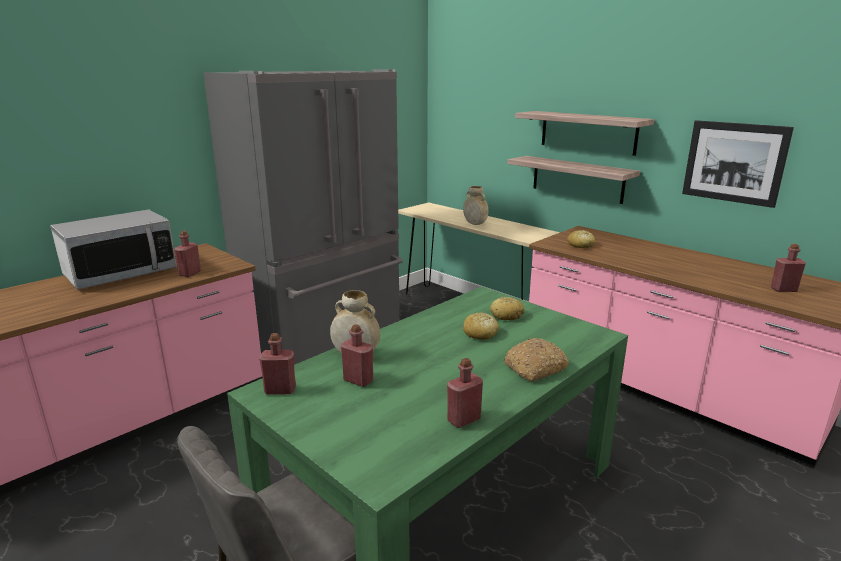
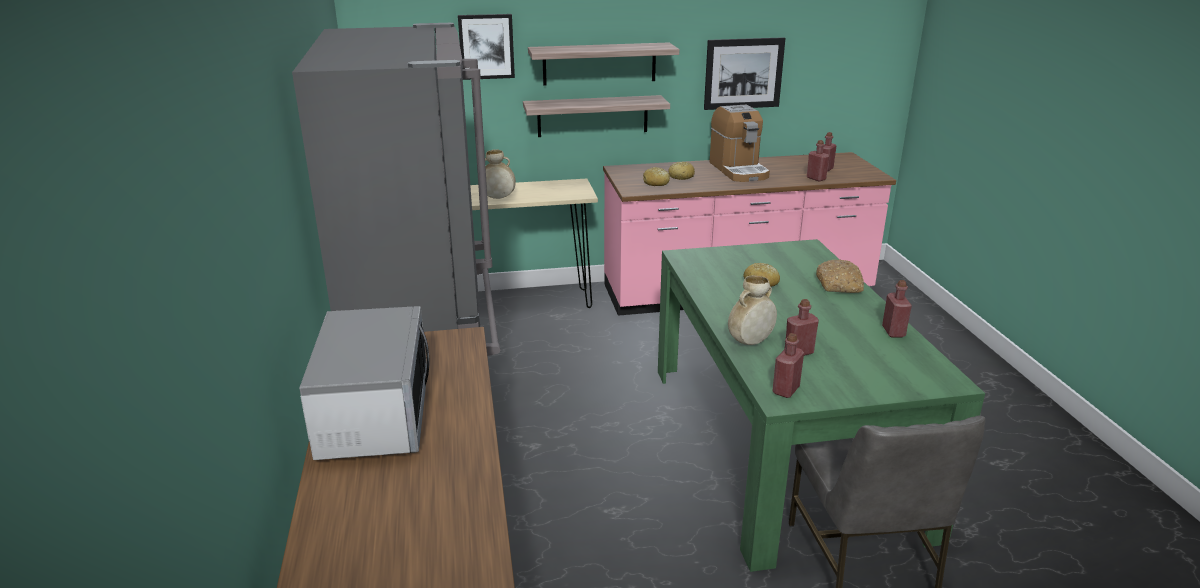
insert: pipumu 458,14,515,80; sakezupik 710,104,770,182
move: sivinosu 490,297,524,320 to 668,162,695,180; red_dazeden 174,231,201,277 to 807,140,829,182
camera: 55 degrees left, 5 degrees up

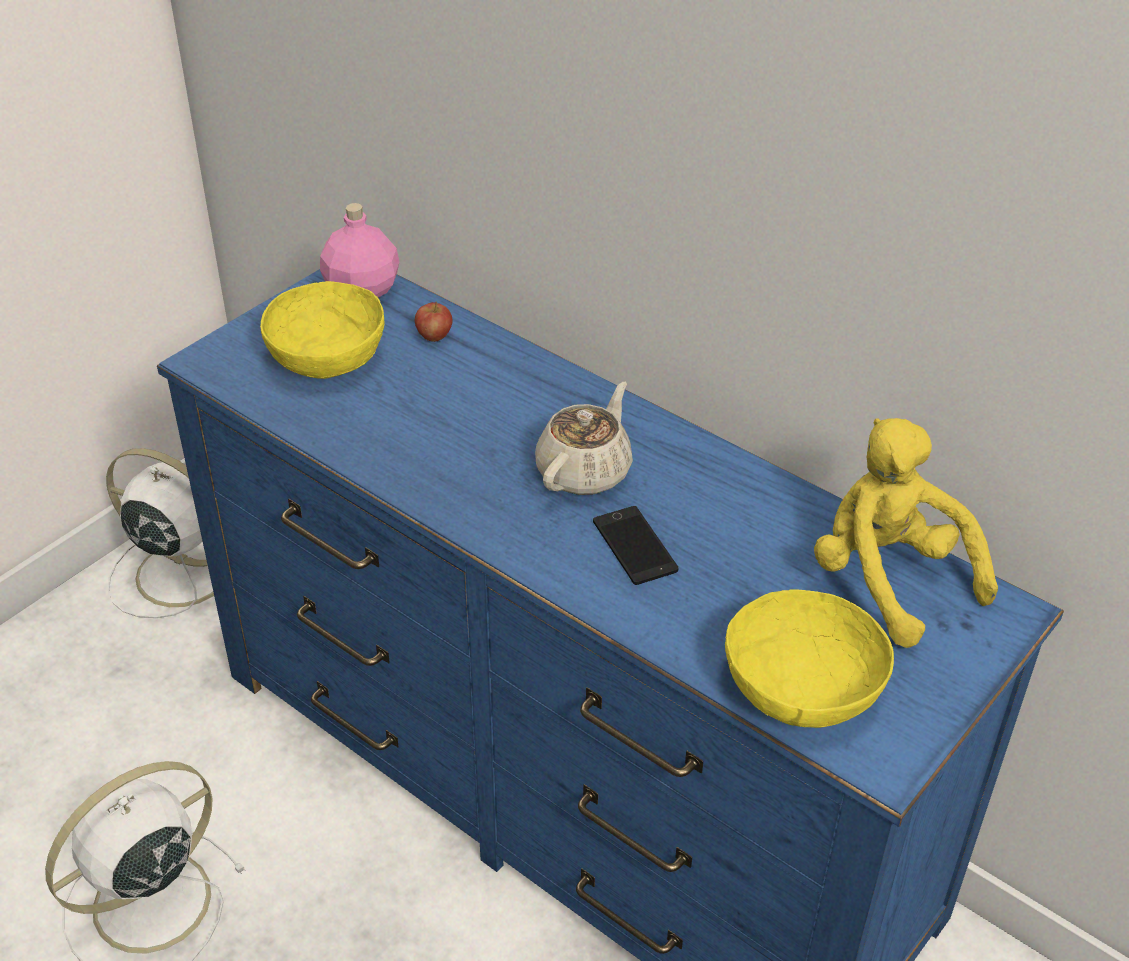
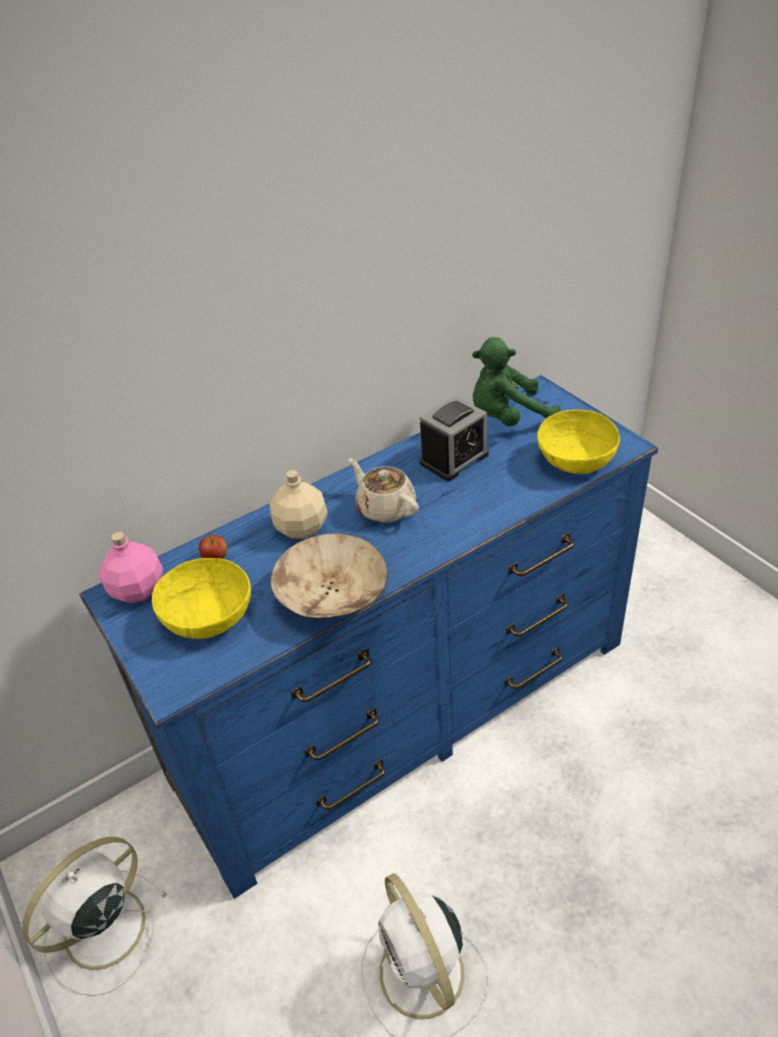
delete: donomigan 593,506,678,585
insert: beige_dazeden 270,470,328,539; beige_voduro 271,533,388,619; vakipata 419,396,489,481
recolor: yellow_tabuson 814,418,998,648 to green_tabuson 472,337,561,426
camera: 70 degrees left, 0 degrees up

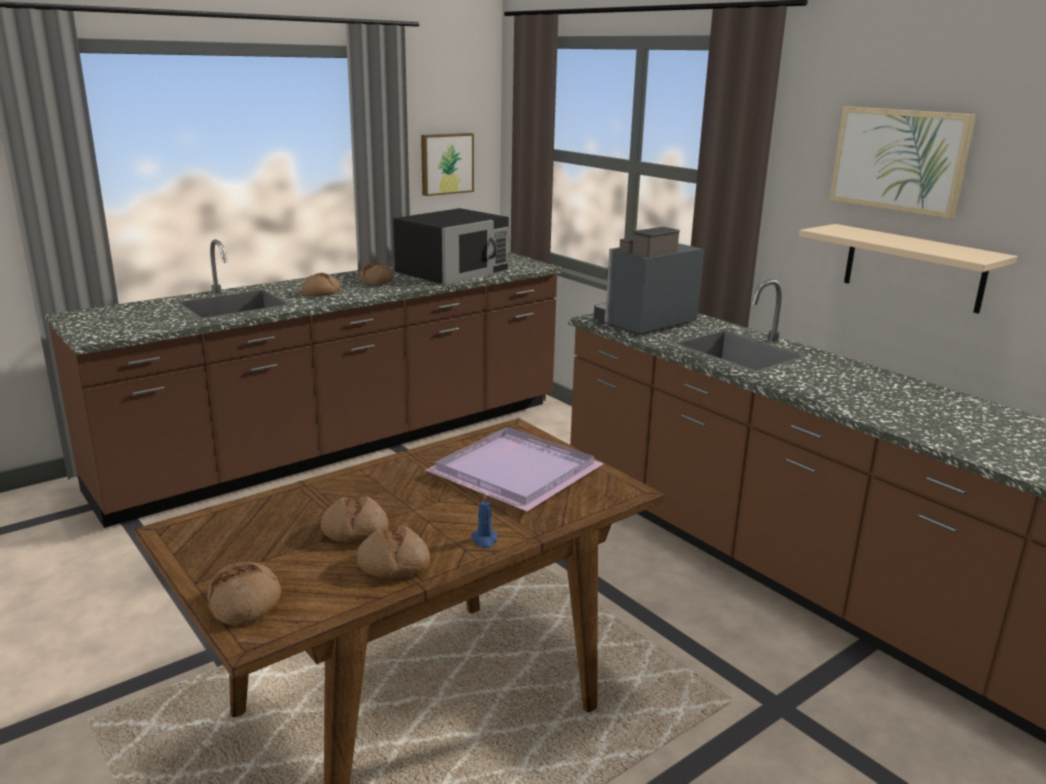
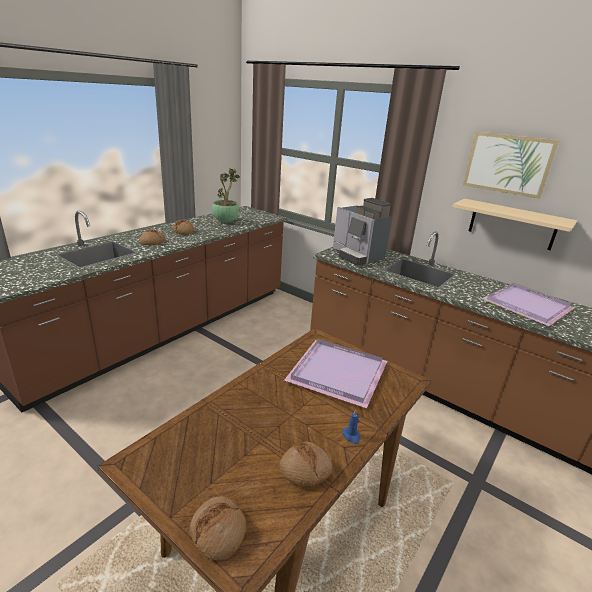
delete: sivinosu 321,496,389,543; pipumu 421,133,474,196
insert: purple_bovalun 482,283,575,326
replace: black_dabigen 393,208,509,285 to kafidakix 212,169,240,223
rotate: sakezupik 594,227,704,335 = 333,198,392,266 75 degrees counterclockwise
camera: 15 degrees left, 5 degrees up

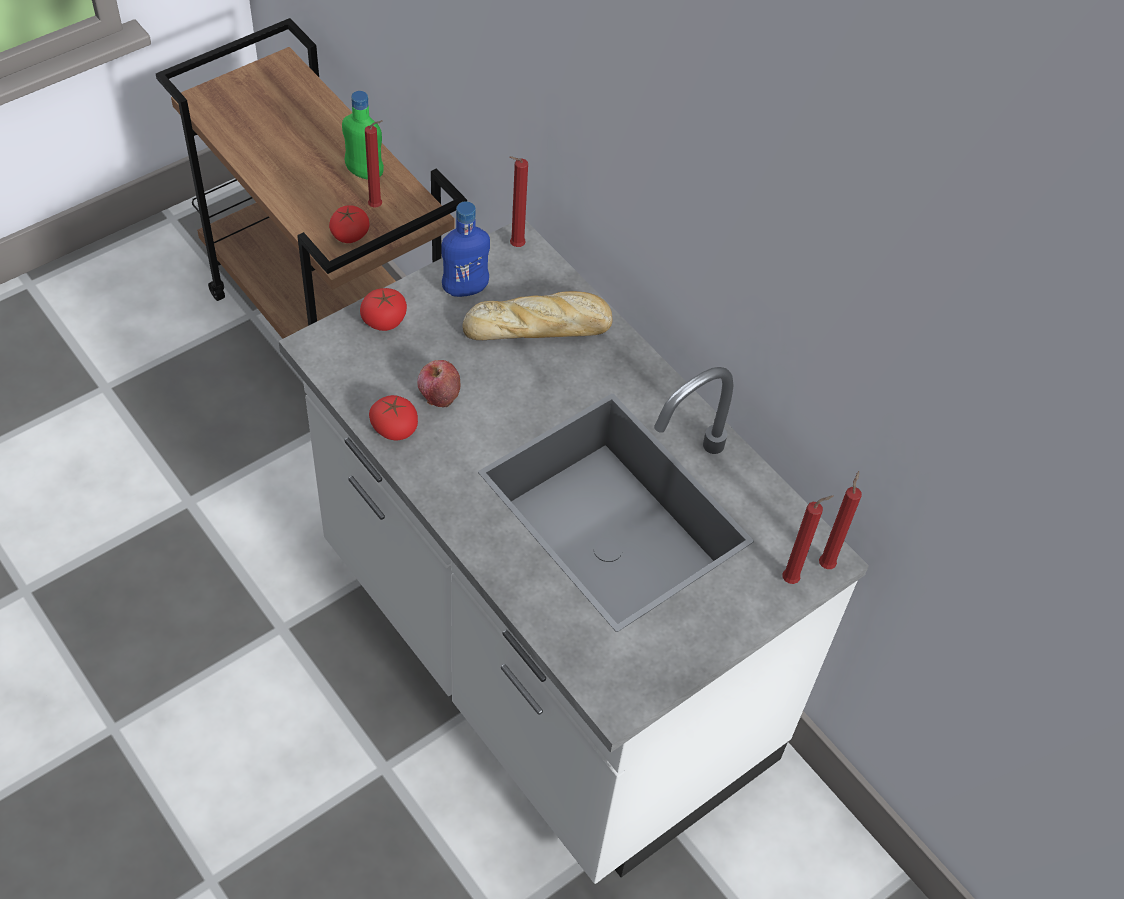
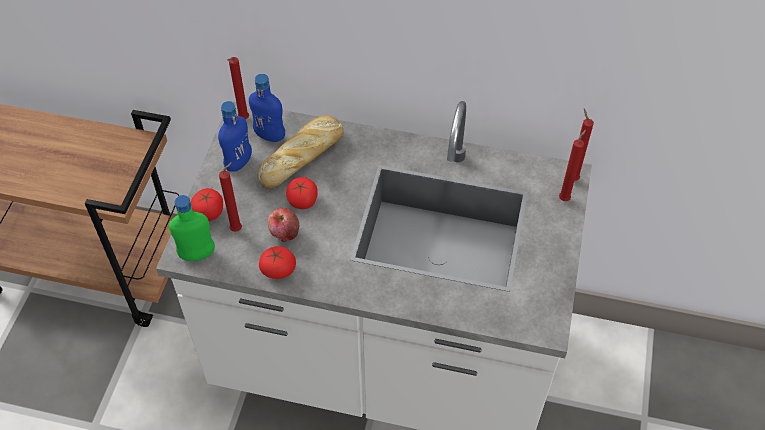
insert: blue_dazeden 249,74,285,142
move: green_dazeden 342,91,384,180 to 169,195,215,261; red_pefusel 365,120,383,208 to 219,162,242,232; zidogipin 329,205,369,243 to 286,177,317,209
camera: 35 degrees left, 0 degrees up

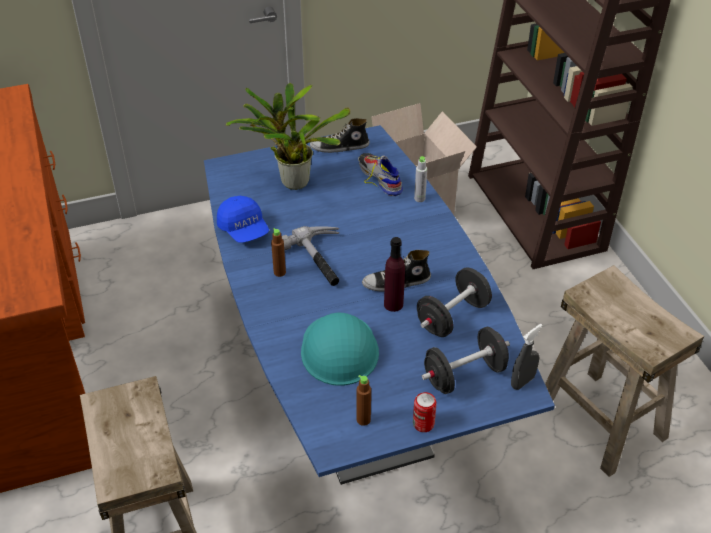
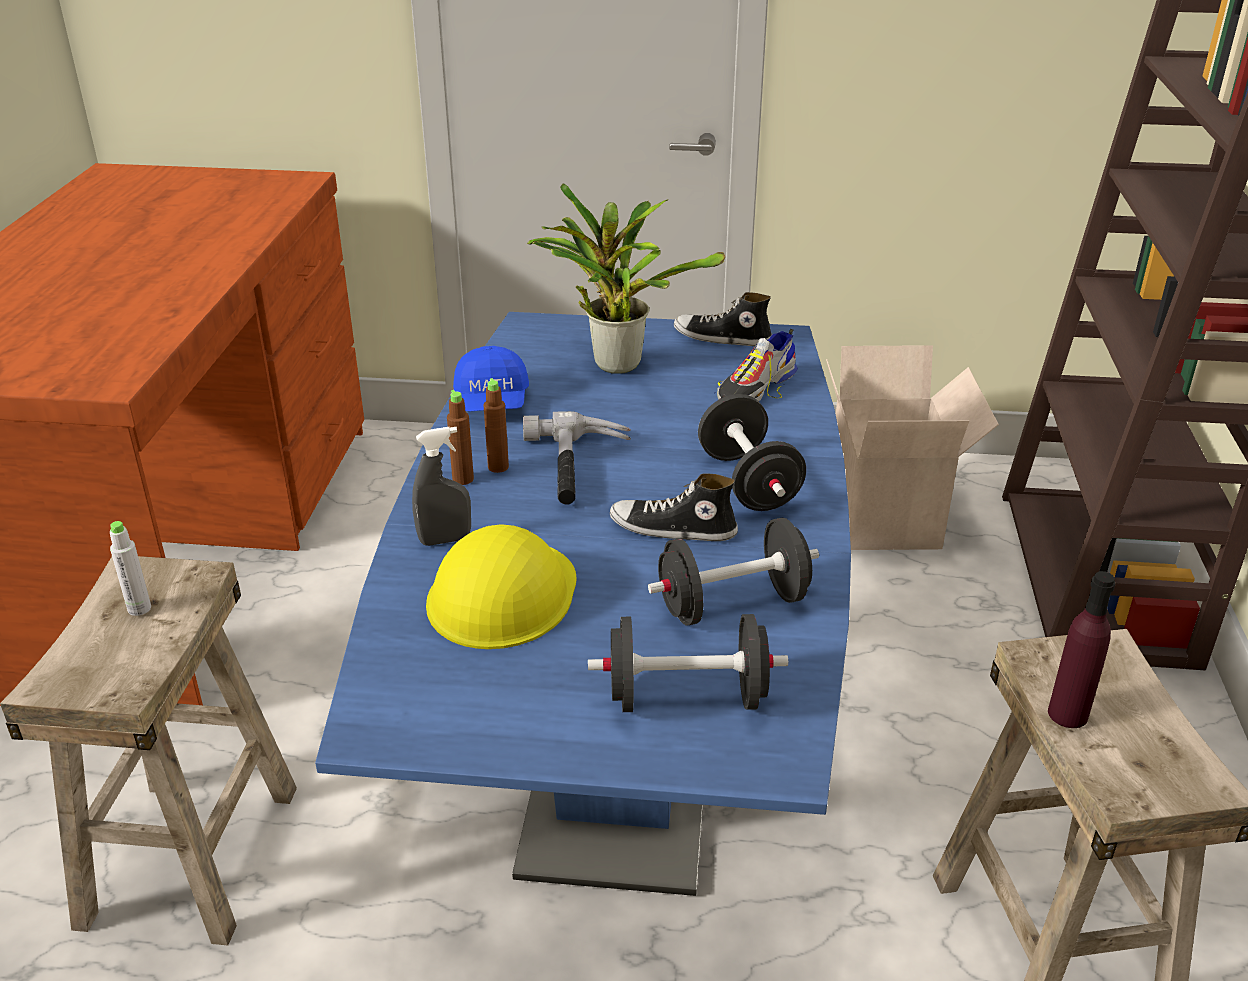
delete: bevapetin 413,392,437,432
insert: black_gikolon 698,394,806,511
move: grey_dazeden 414,156,427,202 to 110,521,151,616; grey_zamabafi 511,324,543,390 to 412,427,471,546; brown_dazeden 357,375,371,426 to 447,390,474,485; purple_dazeden 384,237,405,312 to 1048,571,1115,728
recolor: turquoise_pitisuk 301,313,379,386 to yellow_pitisuk 426,525,576,649
rotate: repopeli 358,153,403,196 = 715,329,798,401 135 degrees counterclockwise
camera: 25 degrees right, 10 degrees down

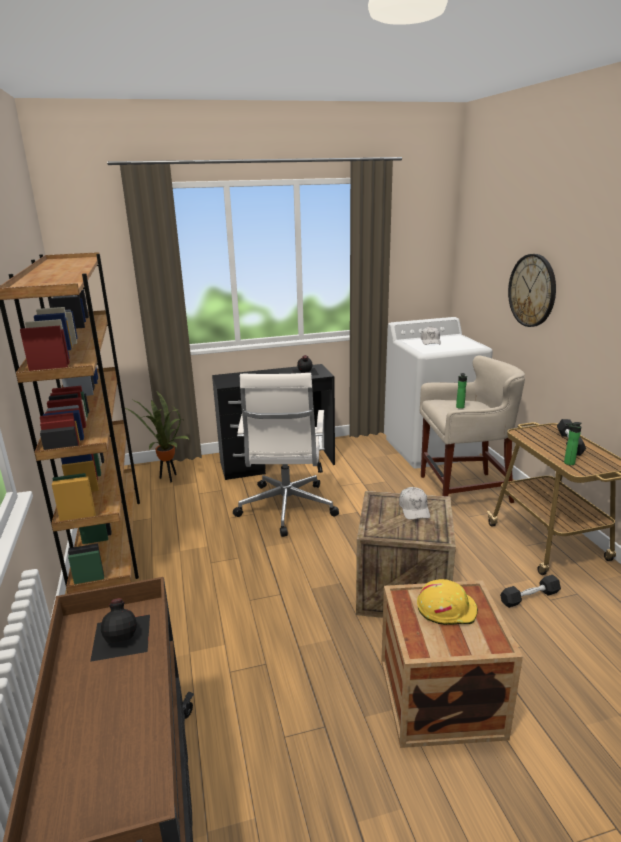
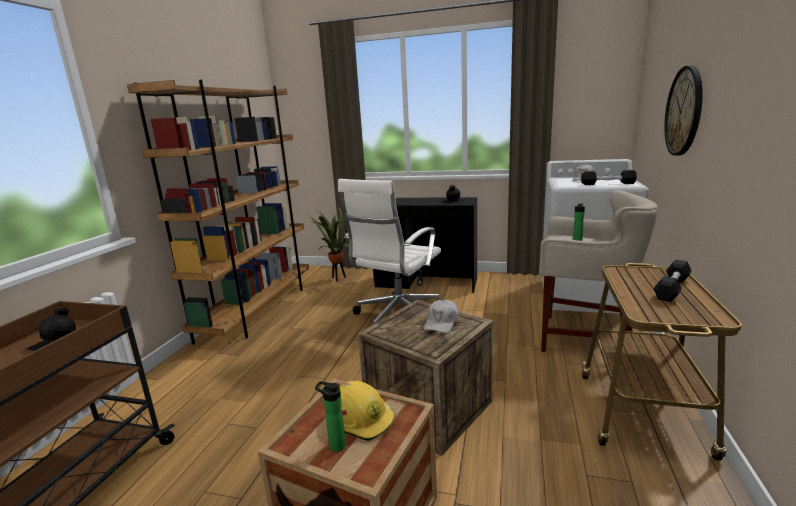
move: dazeden 564,422,581,465 to 315,381,346,452; black_gikolon 500,575,561,608 to 581,170,637,185
camera: 30 degrees right, 5 degrees down

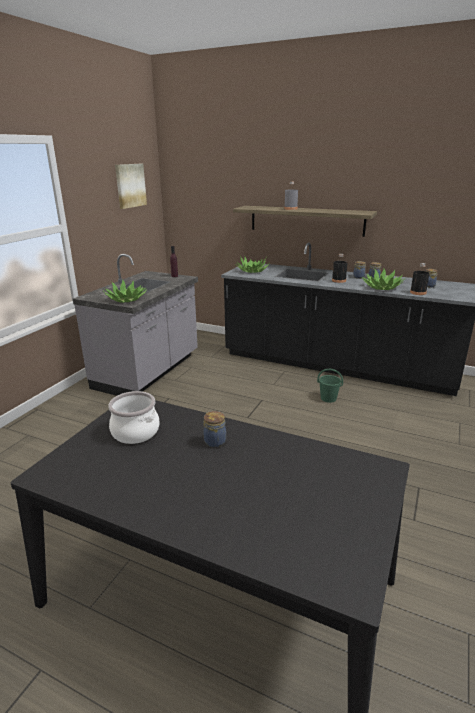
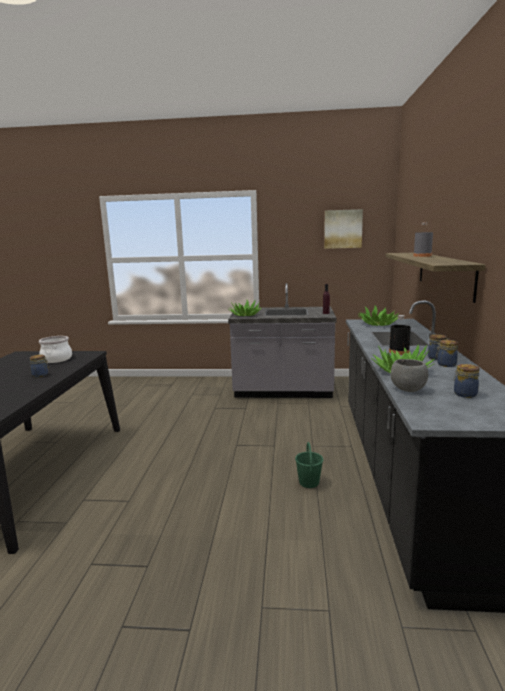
replace: black_dazeden 410,263,430,295 to grey_voduro 390,359,428,392
camera: 70 degrees right, 10 degrees down

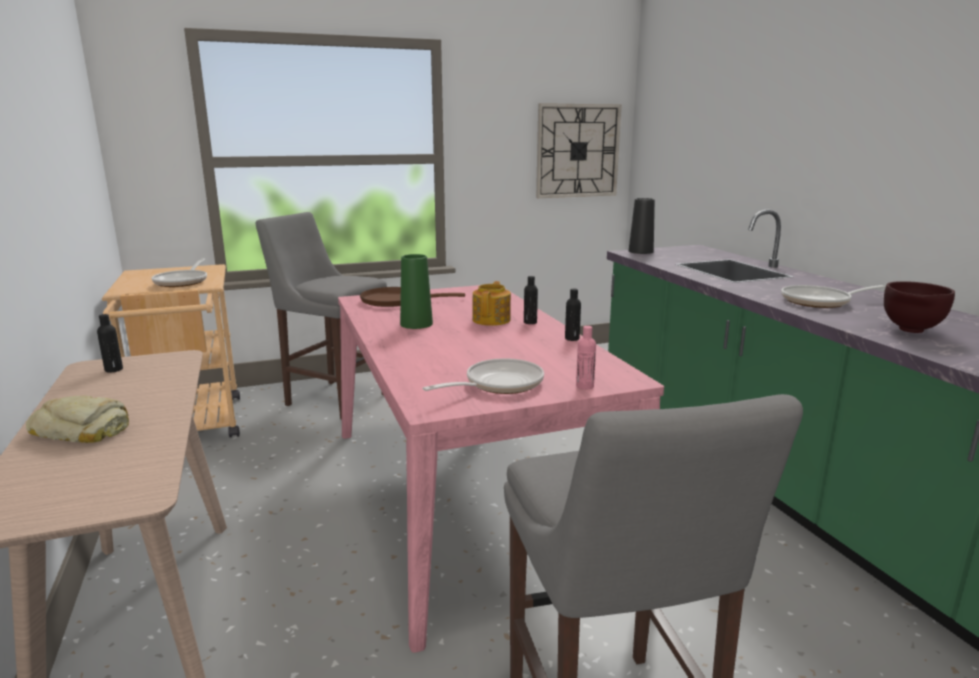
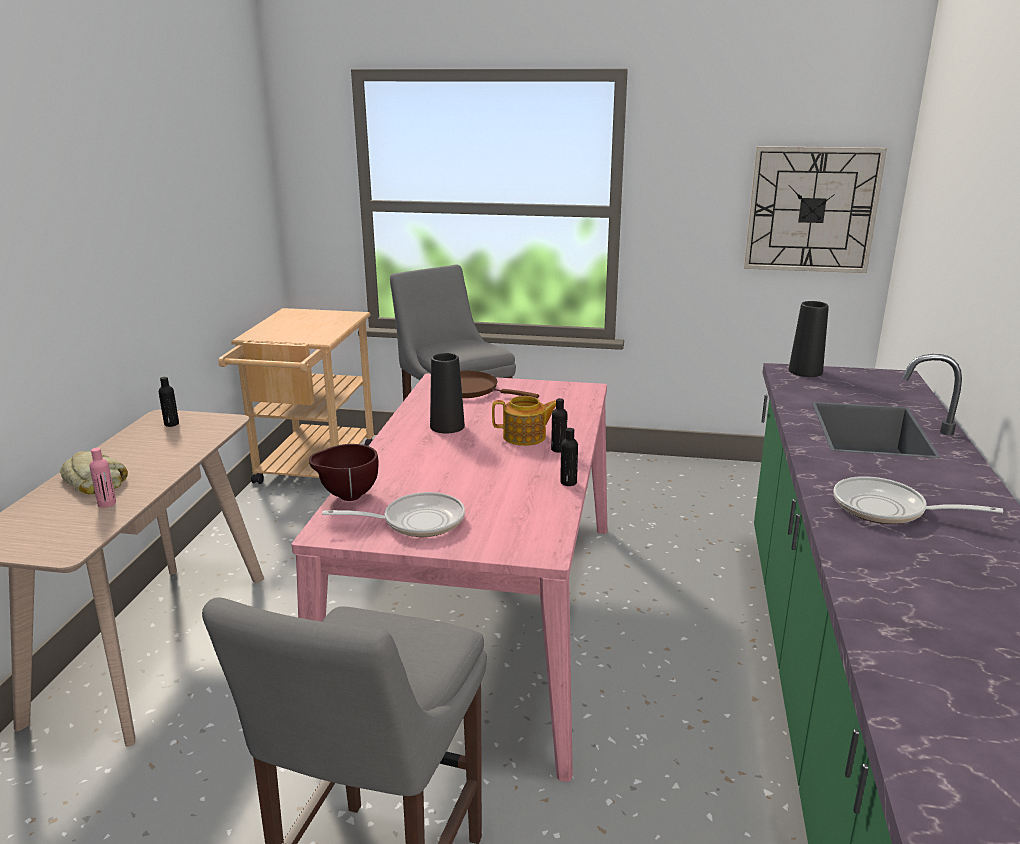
delete: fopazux 151,258,207,287
move: pink_dazeden 576,326,596,389 to 89,448,116,508; brown_voduro 884,281,955,333 to 309,444,378,501
recolor: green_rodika 400,254,433,329 to black_rodika 430,353,465,433
rotate: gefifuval 472,281,511,326 = 492,396,556,446 45 degrees clockwise
camera: 30 degrees right, 5 degrees up

